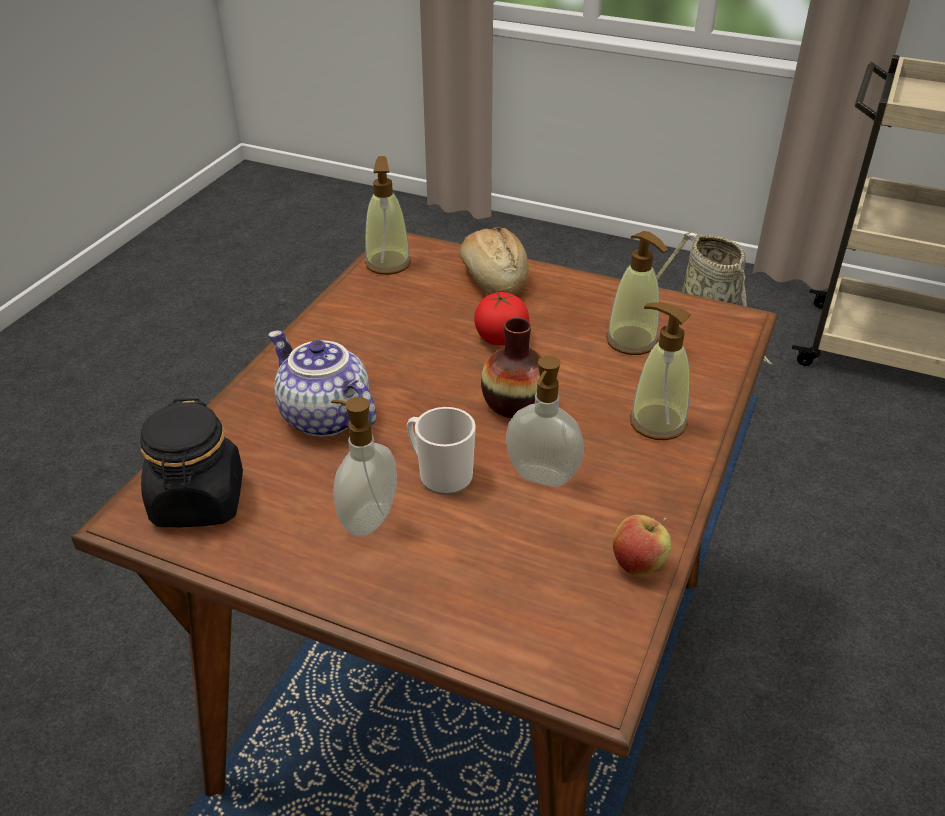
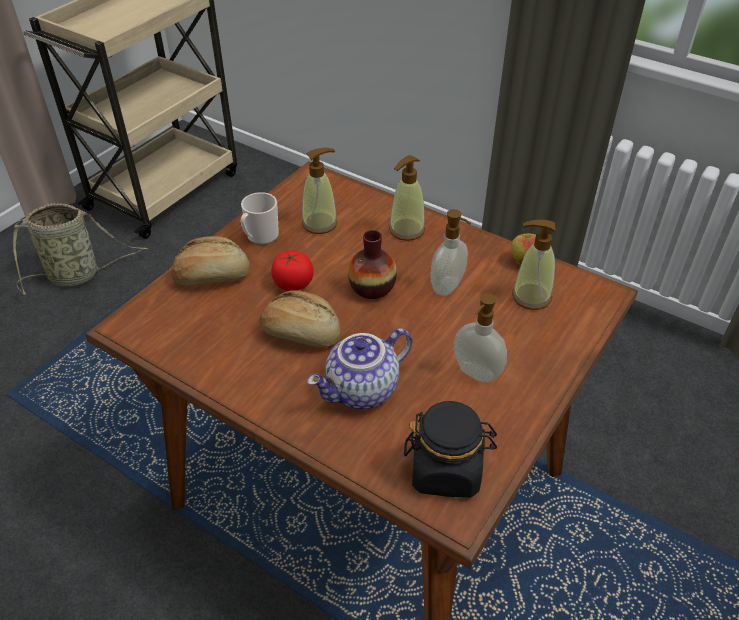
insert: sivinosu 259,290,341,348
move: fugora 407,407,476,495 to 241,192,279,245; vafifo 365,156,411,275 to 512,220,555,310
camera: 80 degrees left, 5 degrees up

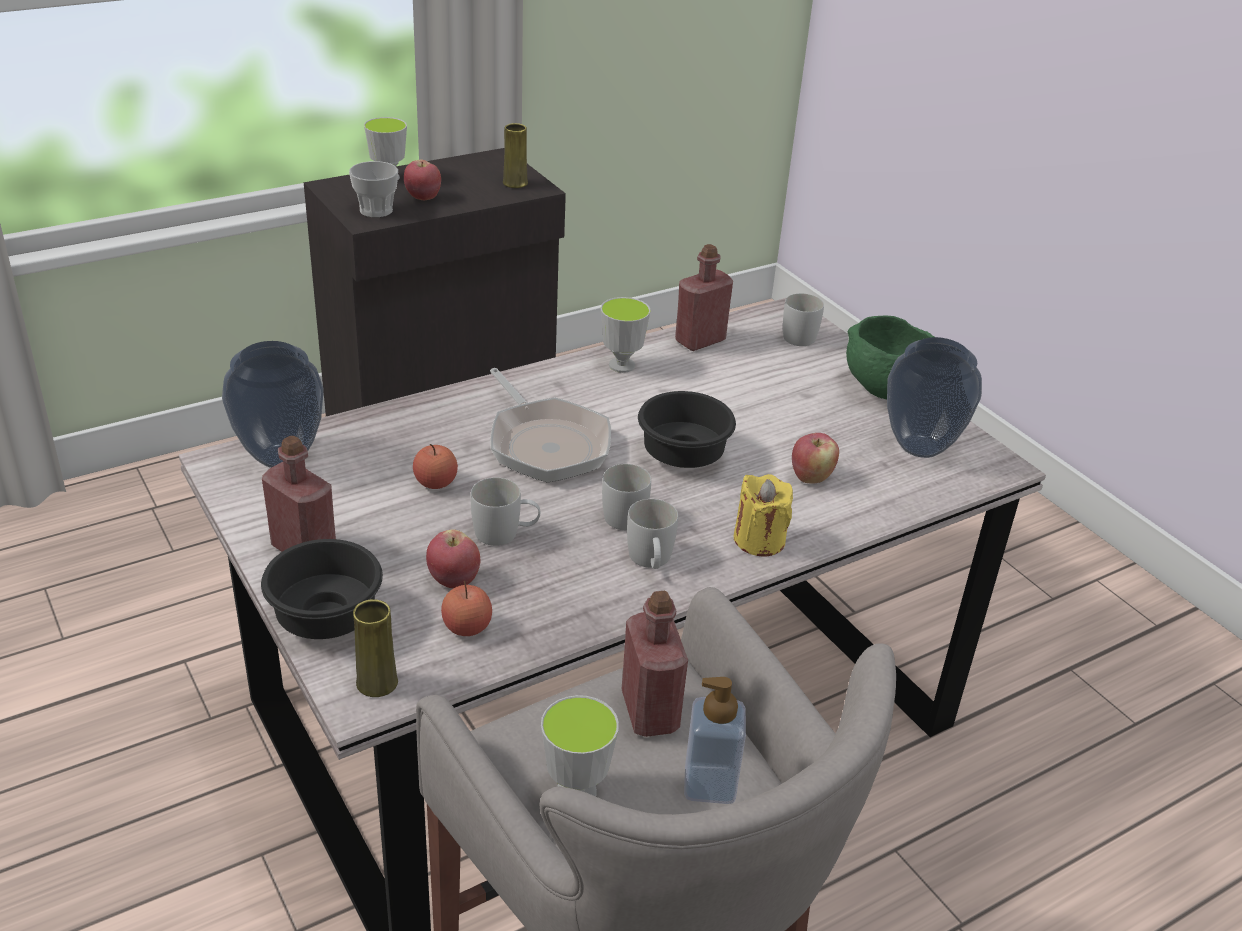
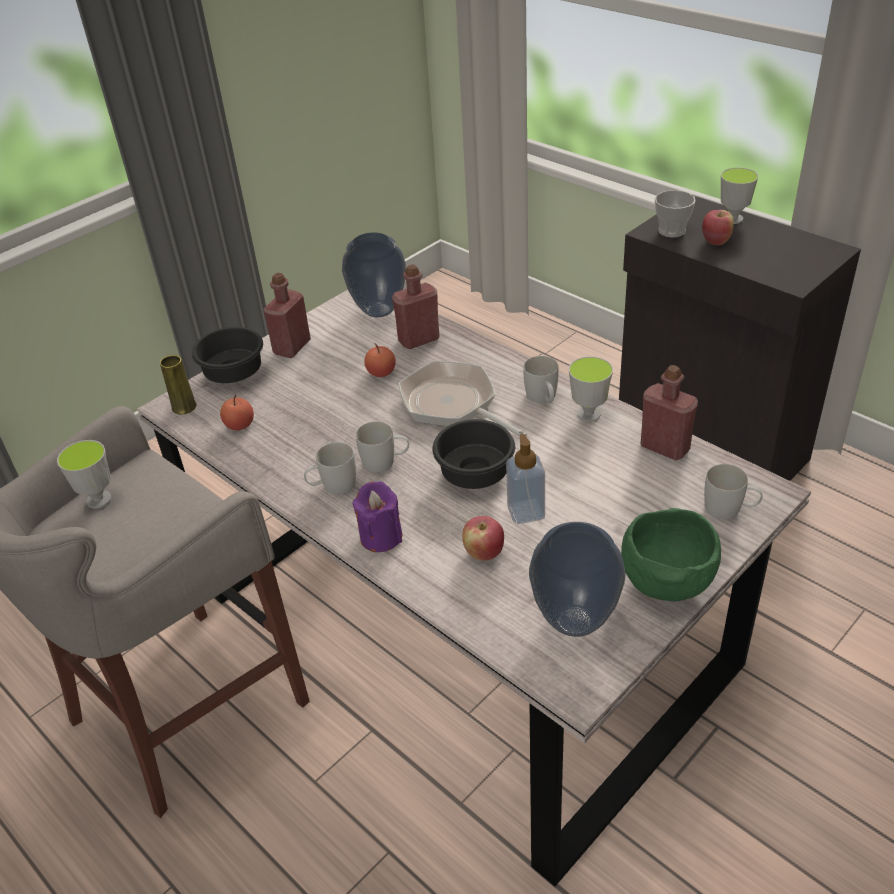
delete: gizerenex 426,529,480,589; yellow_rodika 503,123,528,188
move: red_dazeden 622,591,688,737 to 392,264,439,349; vafifo 684,677,746,804 to 506,434,545,524; white_fugora 471,478,540,546 to 524,356,559,404
recolor: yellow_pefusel 734,474,793,556 to purple_pefusel 352,481,402,552
rotate: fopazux 490,368,611,483 = 398,361,527,437 90 degrees clockwise
camera: 80 degrees right, 5 degrees up

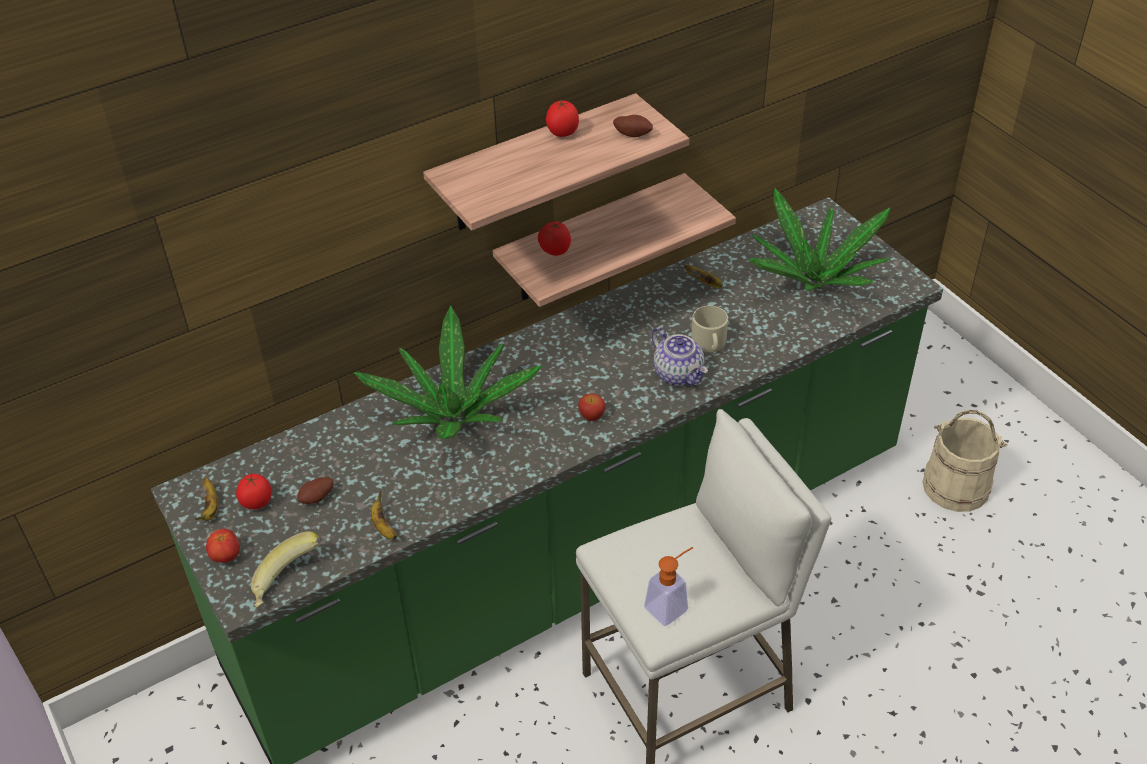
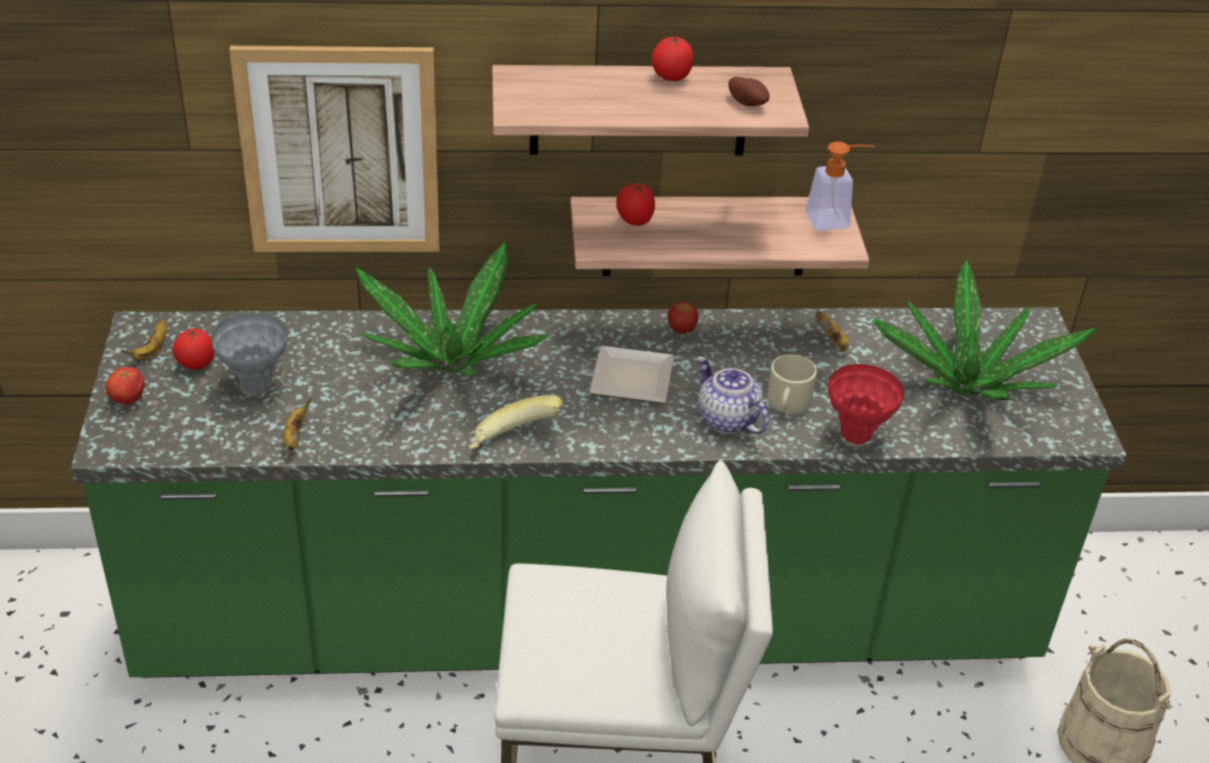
insert: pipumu 229,46,439,252; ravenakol 589,346,674,403; red_rodika 828,364,904,444
move: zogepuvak 251,531,321,607 to 469,395,565,449; gizerenex 578,393,605,421 to 668,302,699,333; vafifo 644,547,693,626 to 805,142,875,231
replace: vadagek 297,477,334,504 to grey_rodika 211,313,288,393
rotate: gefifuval 651,327,708,386 = 697,356,769,434 150 degrees clockwise
camera: 25 degrees right, 5 degrees down

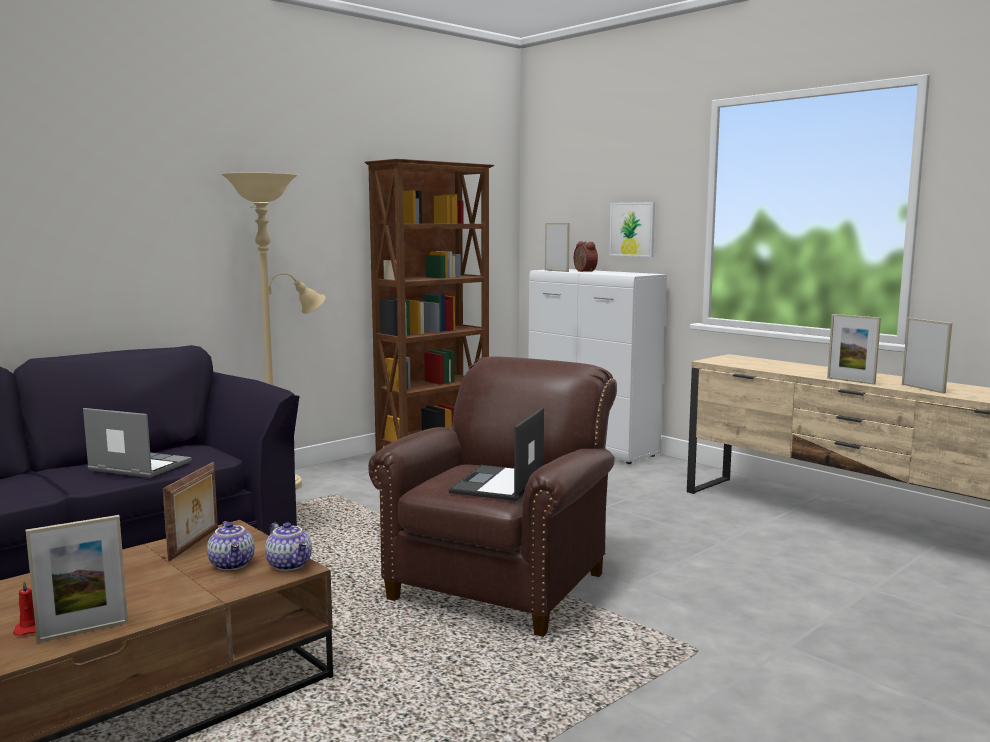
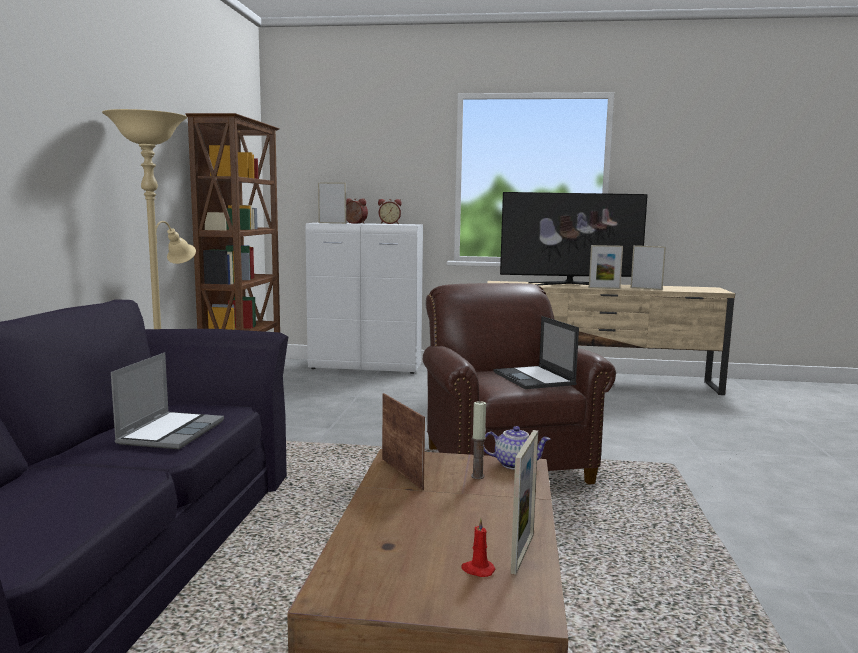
delete: pipumu 609,202,655,257
insert: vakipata 378,199,402,224; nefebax 500,192,648,285
replace: gefifuval 207,521,255,571 to pefusel 471,401,486,479
rotate: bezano 83,408,192,478 = 111,352,224,449 120 degrees clockwise
camera: 40 degrees left, 0 degrees up

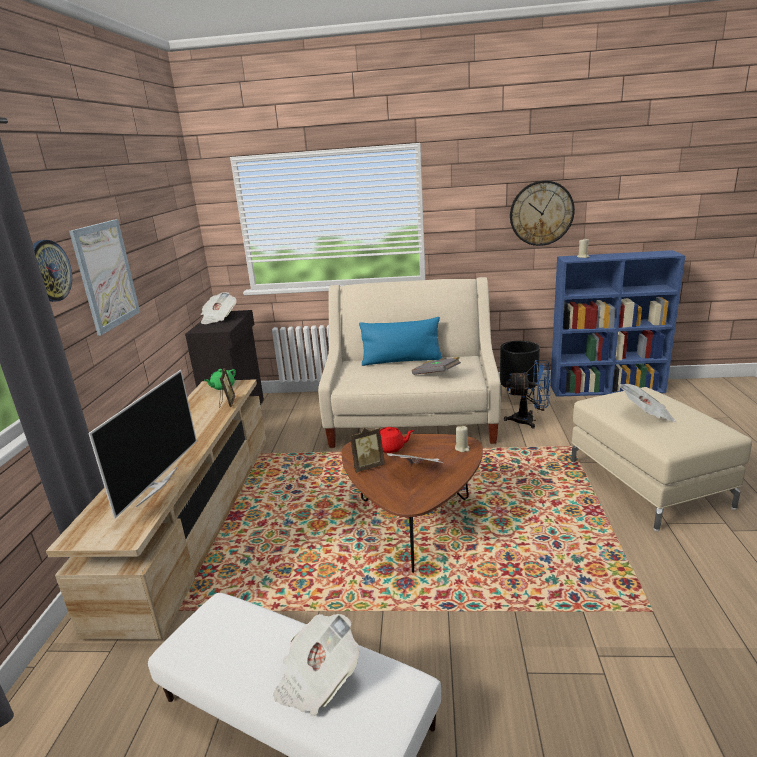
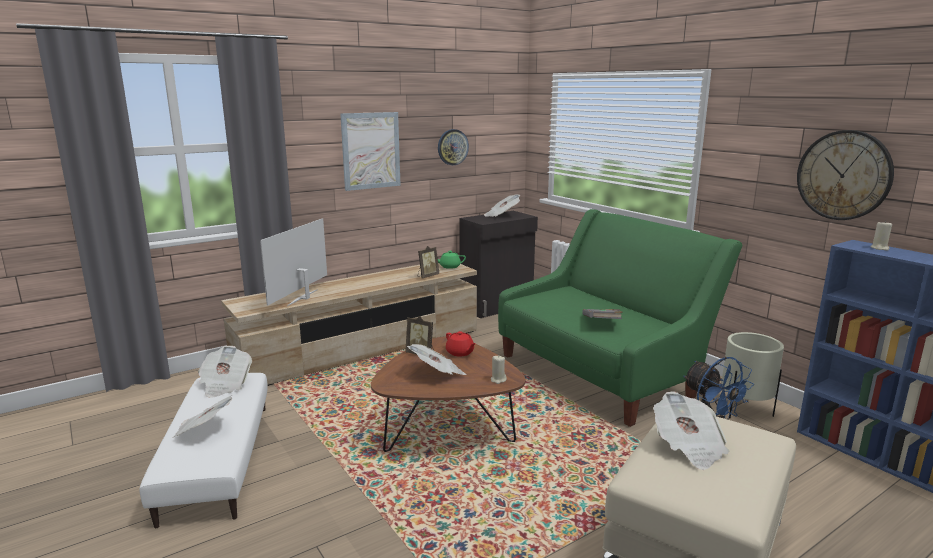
delete: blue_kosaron 359,317,442,366
insert: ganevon 198,346,252,398
move: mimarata 33,240,72,302 to 438,129,469,165
recolor: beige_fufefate 318,277,501,448 to green_fufefate 498,209,742,427; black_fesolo 500,341,540,396 to beige_fesolo 721,332,784,418
rotate: nefebax 88,370,197,519 = 260,218,327,306 135 degrees clockwise
camera: 50 degrees right, 5 degrees down

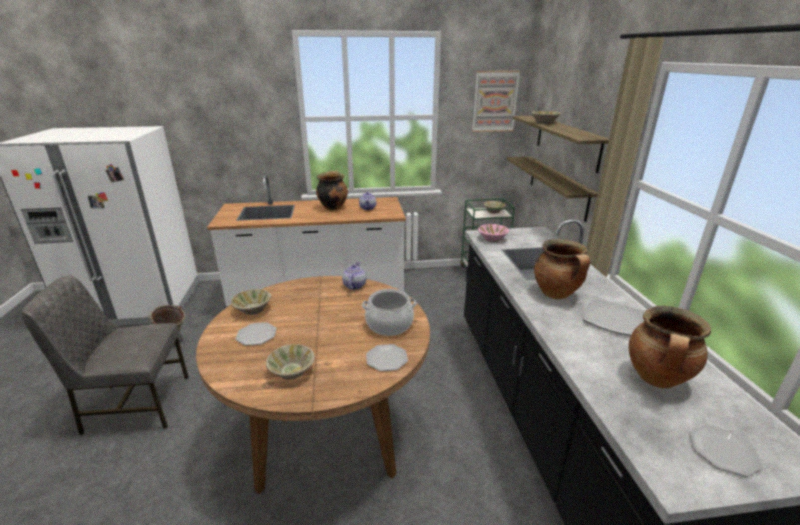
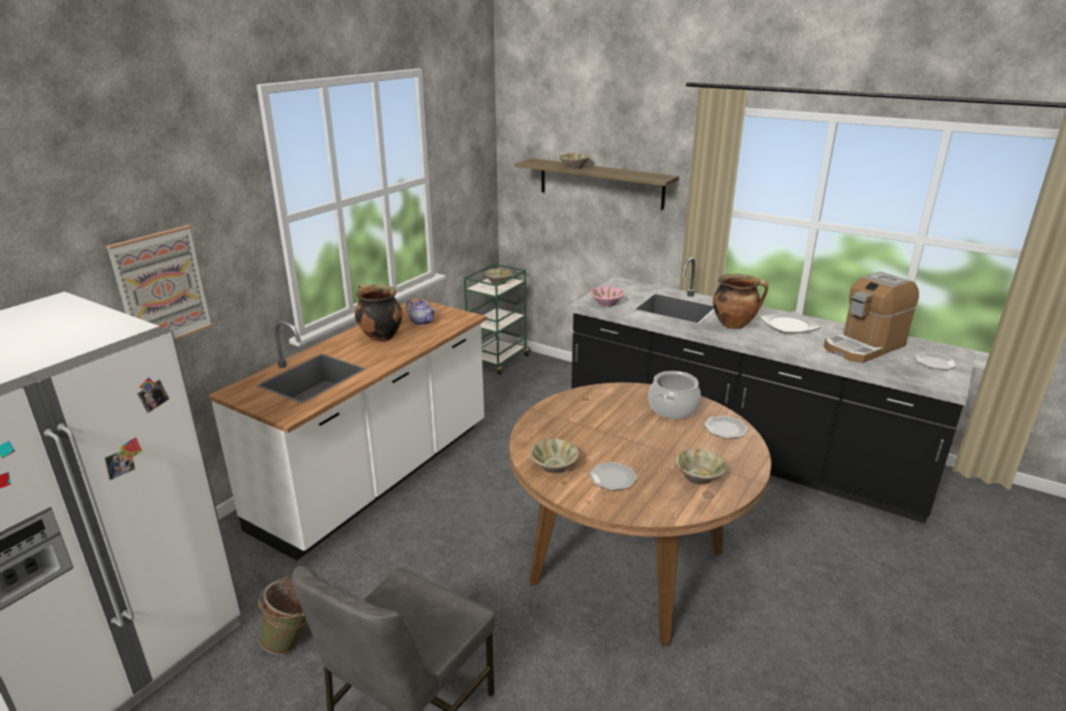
delete: gefifuval 342,262,366,290; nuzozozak 507,157,598,222
move: pipumu 472,71,520,132 to 106,225,212,340
replace: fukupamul 629,306,711,389 to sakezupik 824,272,919,363
camera: 50 degrees left, 0 degrees up

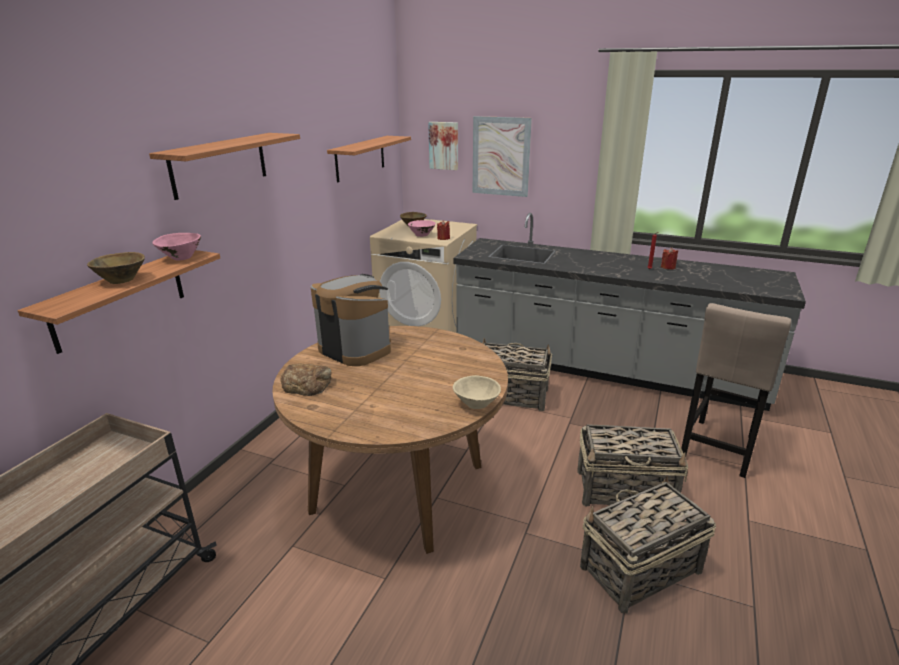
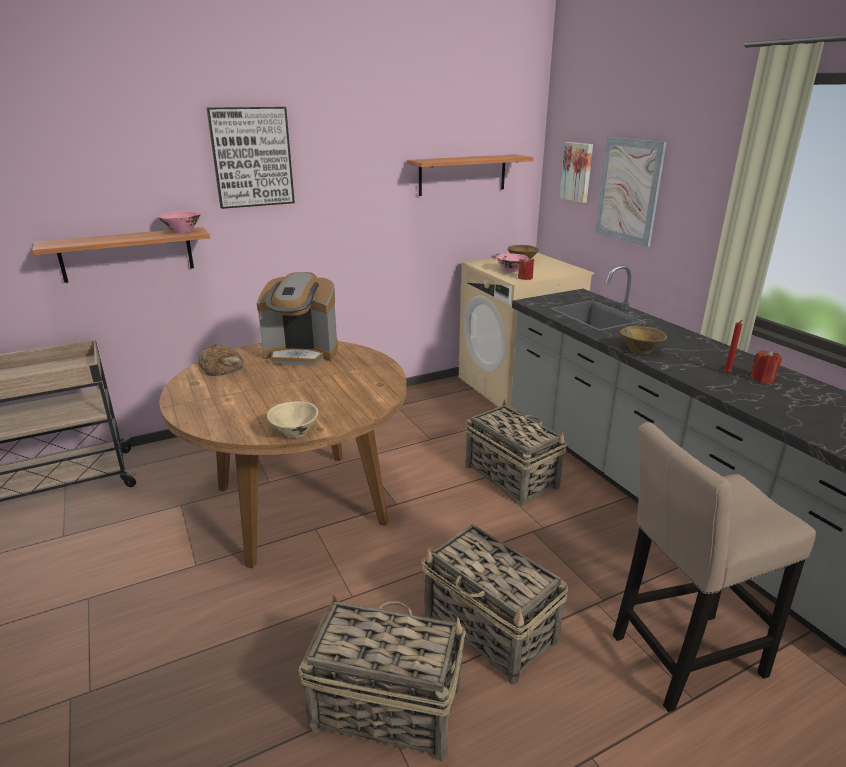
move: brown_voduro 87,252,145,284 to 620,326,667,354
replace: nuzozozak 149,133,300,200 to pipumu 206,107,295,209
rotate: sakezupik 311,274,391,366 = 257,272,338,366 105 degrees clockwise
camera: 40 degrees right, 0 degrees up

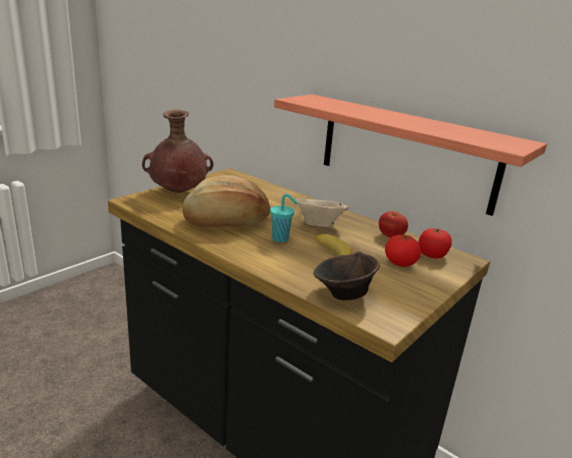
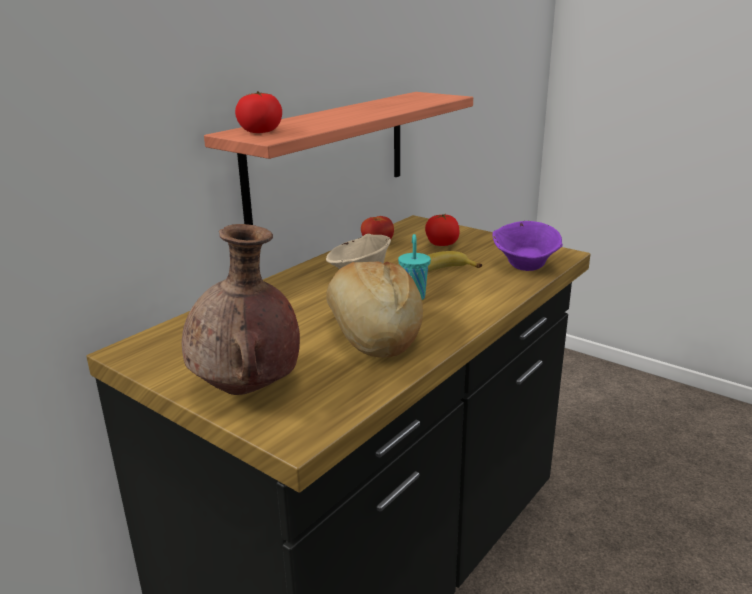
move: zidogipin 418,228,452,259 to 235,91,282,133
recolor: brown_voduro 313,251,380,300 to purple_voduro 493,221,563,271
camera: 90 degrees left, 0 degrees up

